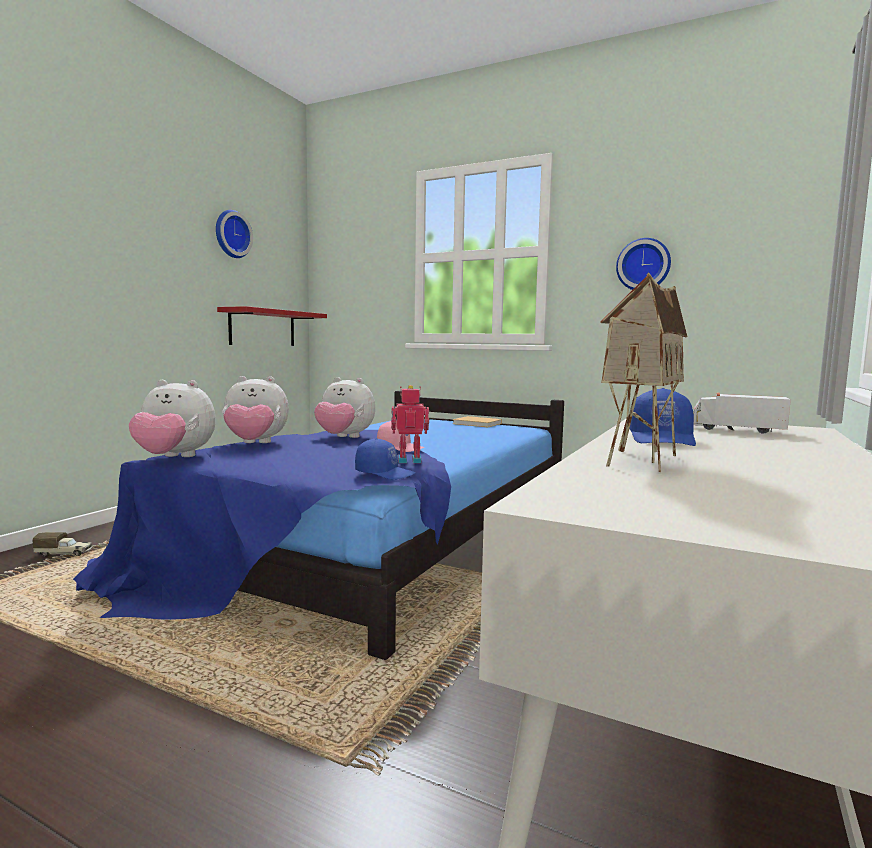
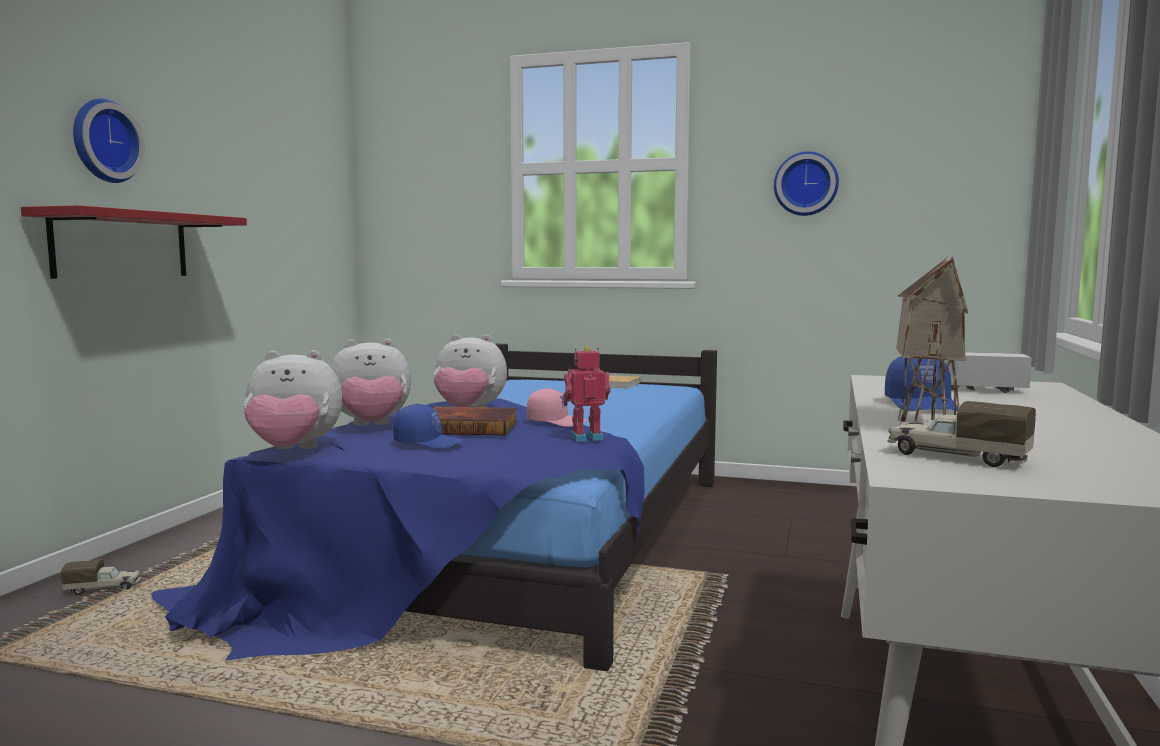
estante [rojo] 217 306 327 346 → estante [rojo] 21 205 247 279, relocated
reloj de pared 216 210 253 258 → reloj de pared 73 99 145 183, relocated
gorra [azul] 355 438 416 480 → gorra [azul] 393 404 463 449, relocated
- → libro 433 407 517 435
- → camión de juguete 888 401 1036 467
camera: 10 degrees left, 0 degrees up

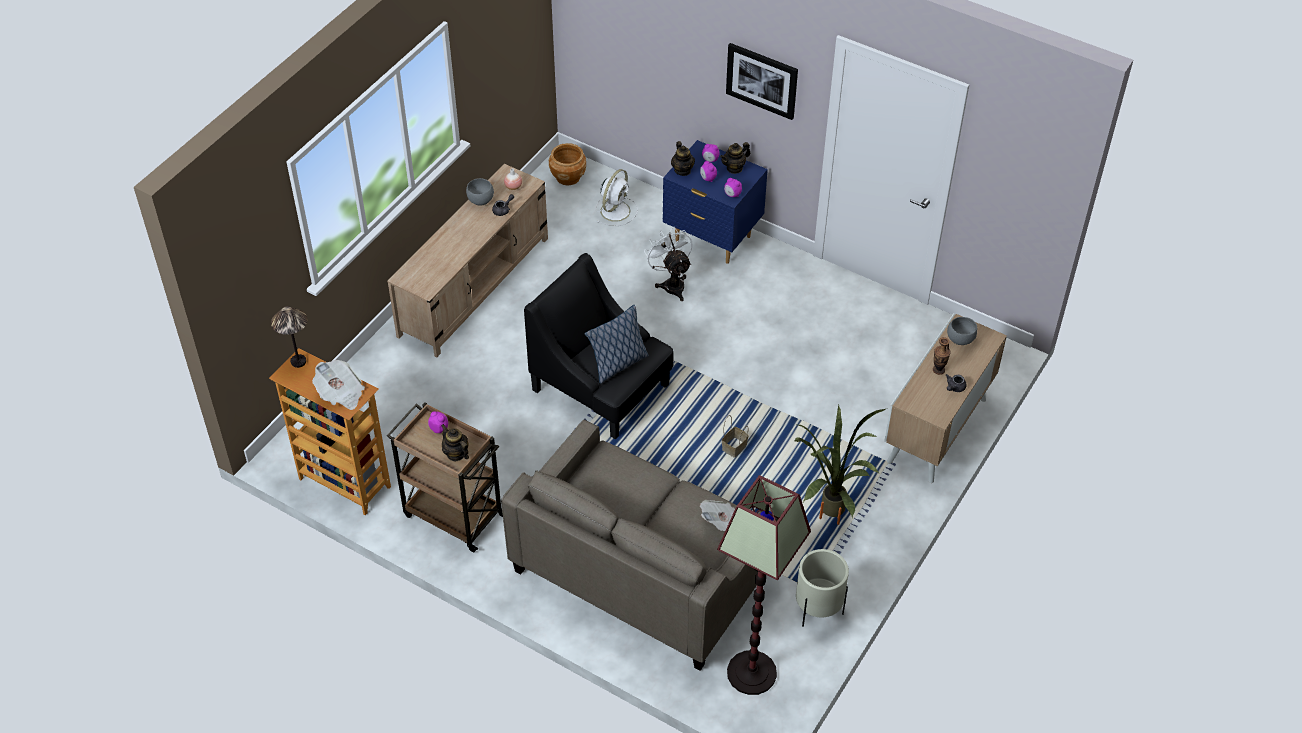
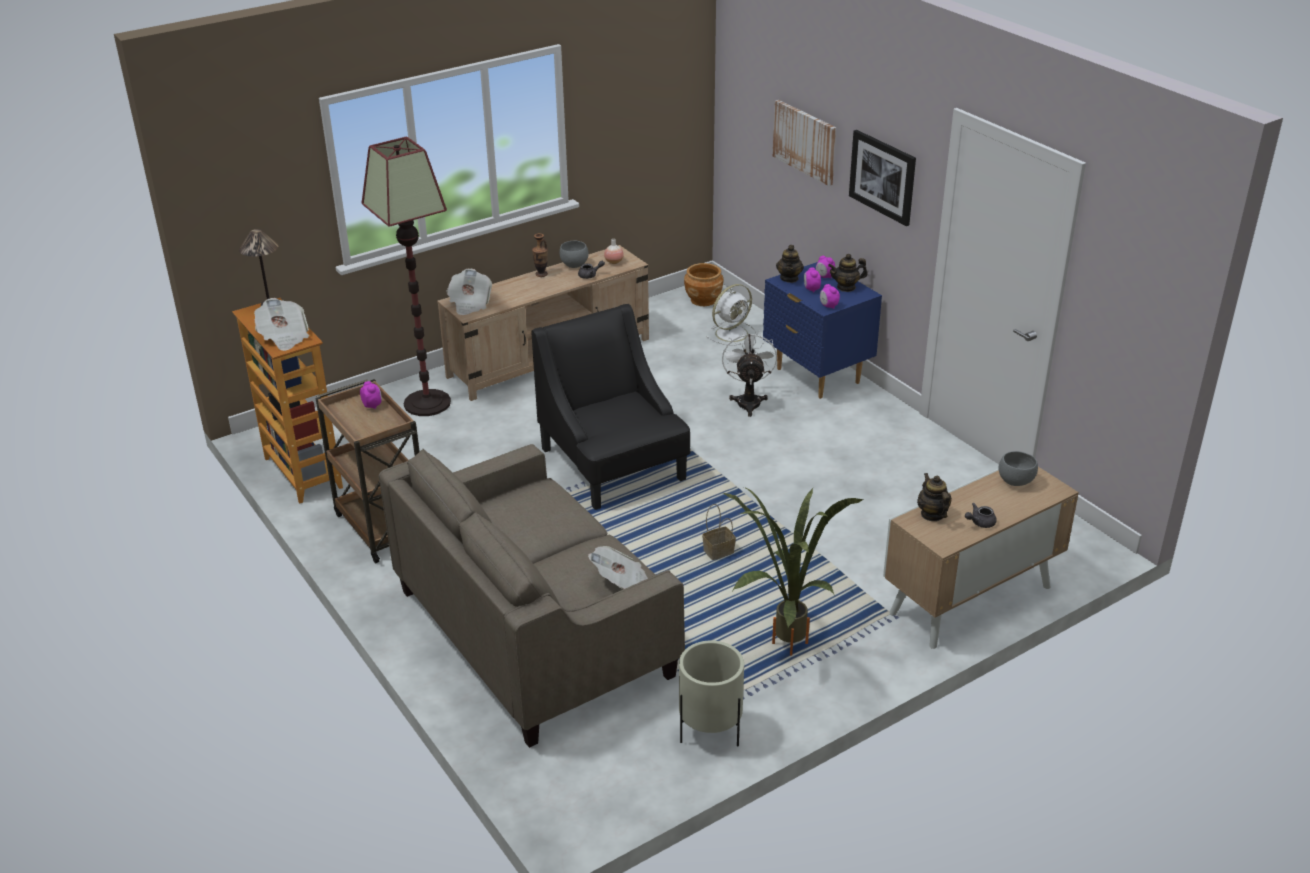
lámpara de pie 717 475 811 695 → lámpara de pie 362 137 451 416, relocated
- → periódico 447 269 492 315
florero 933 337 951 375 → florero 532 233 548 277, relocated
- → cuadro 772 100 836 186
tetera 441 424 469 461 → tetera 917 473 951 521, relocated
cojín 584 305 649 384 → -
camera: 25 degrees right, 15 degrees down

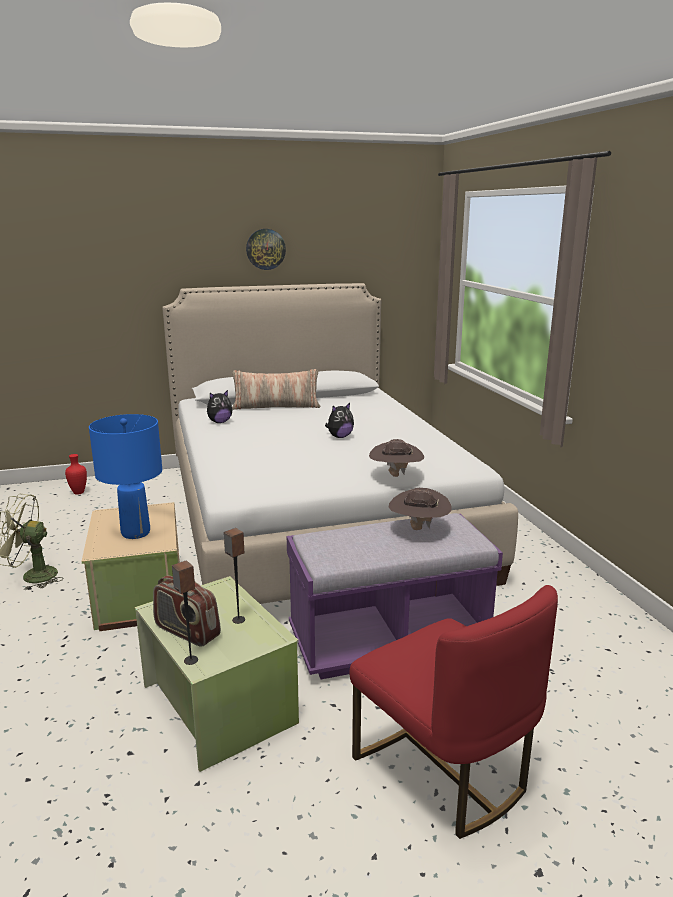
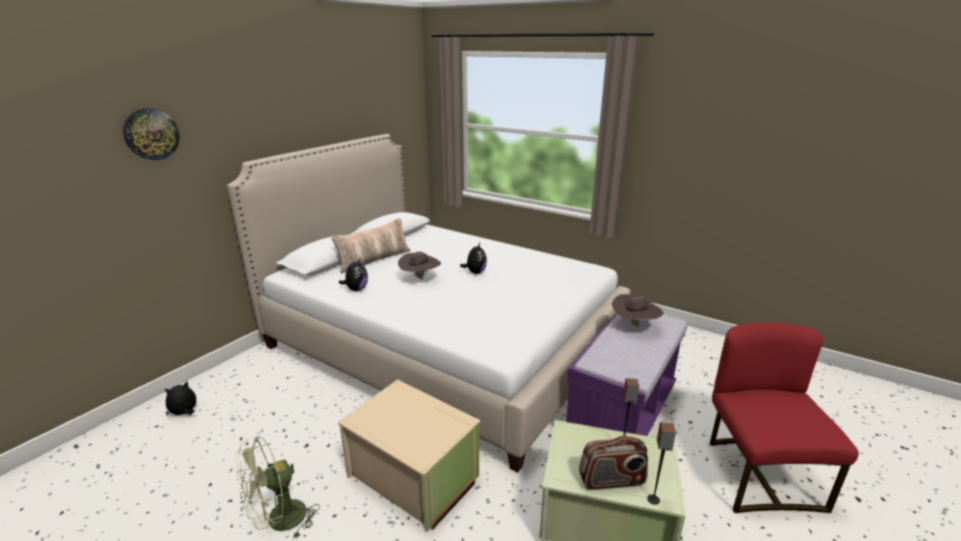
reloj de pared 246 229 286 270 → reloj de pared 123 108 180 160, relocated
florero [rojo] 65 454 87 495 → peluche 165 381 196 417
sombrero [marrón] 369 439 425 477 → sombrero [marrón] 398 252 441 279, relocated
silla [rojo] 350 585 558 839 → silla [rojo] 710 323 859 513, 105 degrees counterclockwise
lámpara de mesa [azul] 89 414 162 539 → -
camera: 40 degrees left, 5 degrees up

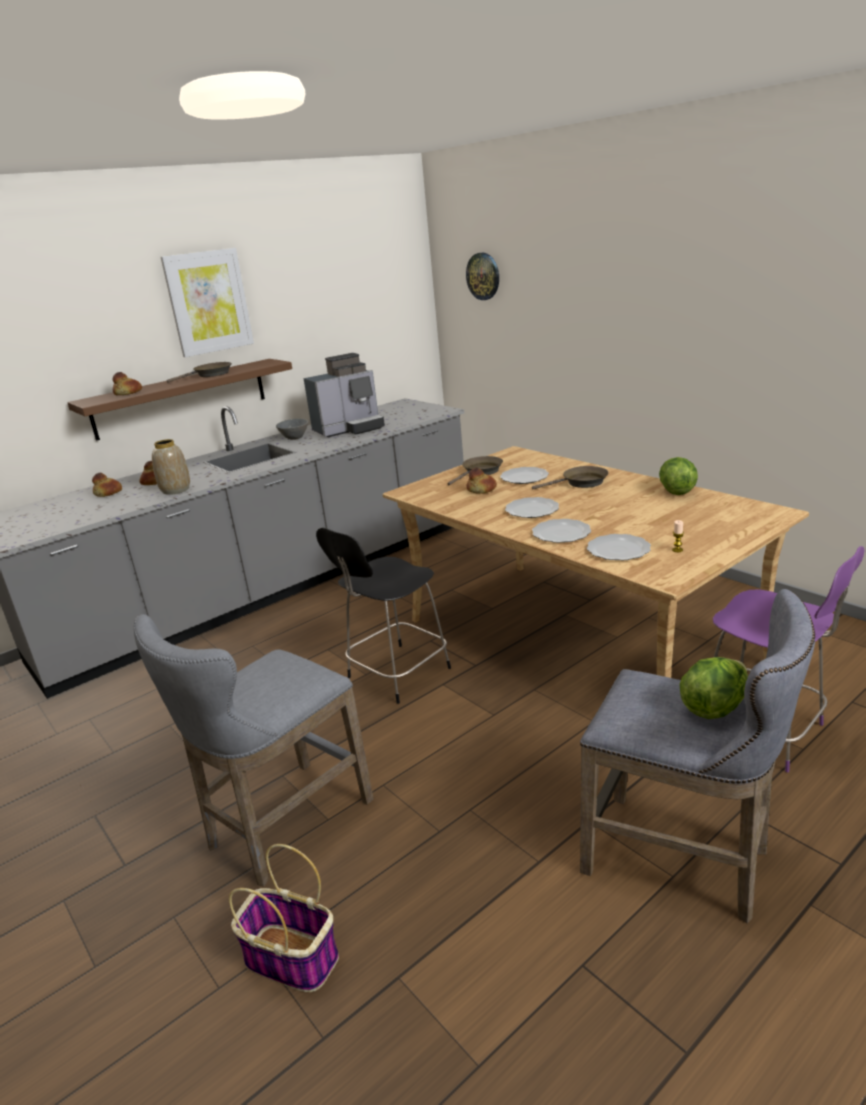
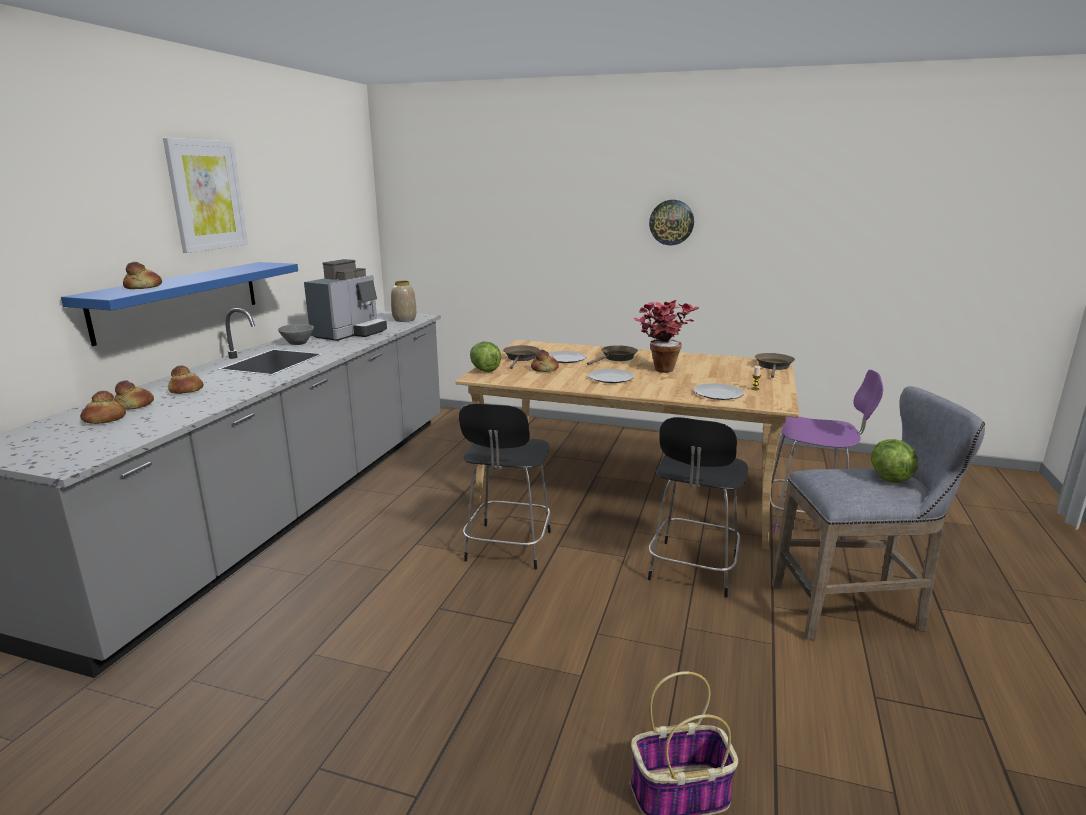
estante [marrón] 67 359 292 441 → estante [azul] 61 262 298 346
- → pan 80 391 126 424
florero 152 439 190 495 → florero 391 281 416 322, relocated
lechuga 659 457 698 495 → lechuga 470 341 501 372, relocated
- → planta en maceta 634 300 699 373
- → silla [negro] 648 417 748 598
reloj de pared 466 253 499 300 → reloj de pared 649 200 694 245, relocated
sartén [marrón] 167 362 232 383 → sartén [marrón] 755 353 795 378, relocated
taburete [gris] 133 614 374 887 → -
plato 532 519 591 543 → -
camera: 35 degrees left, 5 degrees down

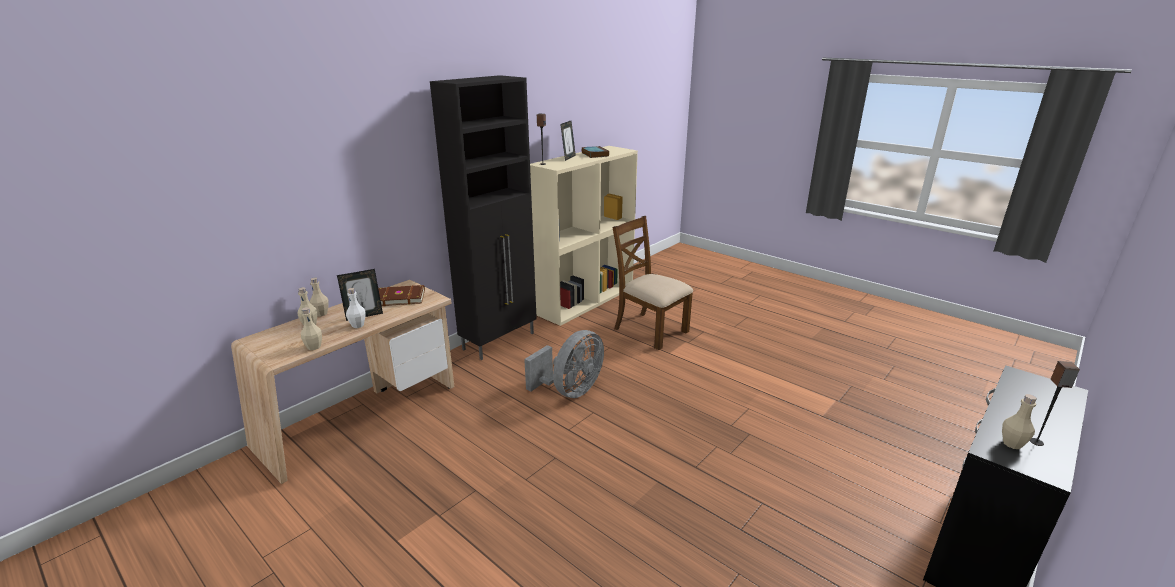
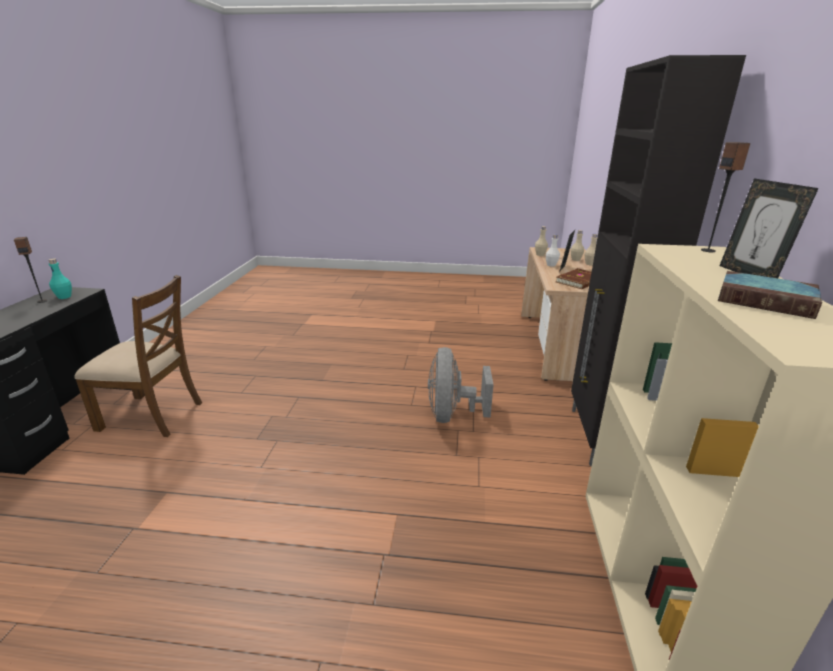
botella [beis] 1002 394 1037 449 → botella [turquesa] 49 258 72 299
silla [marrón] 612 216 693 350 → silla [marrón] 74 275 202 437, relocated
camera: 145 degrees right, 0 degrees up

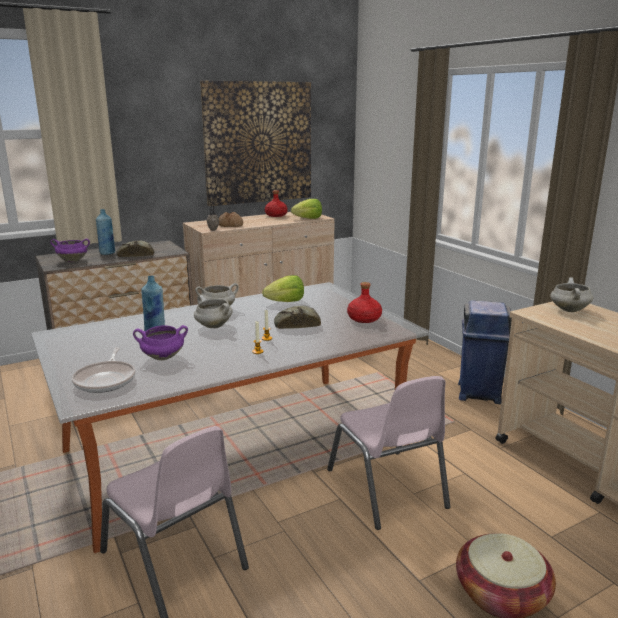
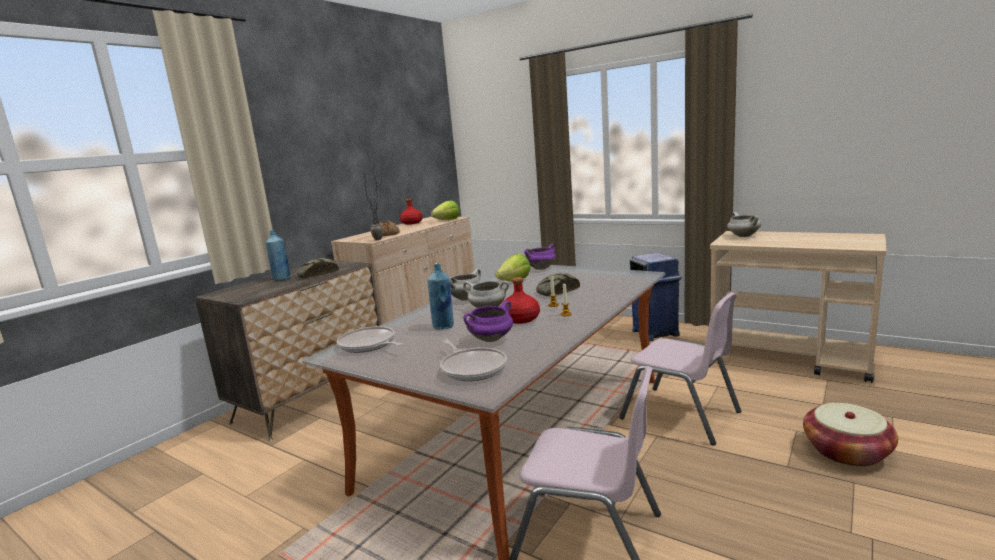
- → sartén 337 326 403 353
botella [rojo] 347 282 382 323 → botella [rojo] 501 277 540 324, relocated
olla [morado] 50 239 90 262 → olla [morado] 524 244 556 270, relocated
cuadro 200 81 311 206 → -
camera: 25 degrees left, 5 degrees down

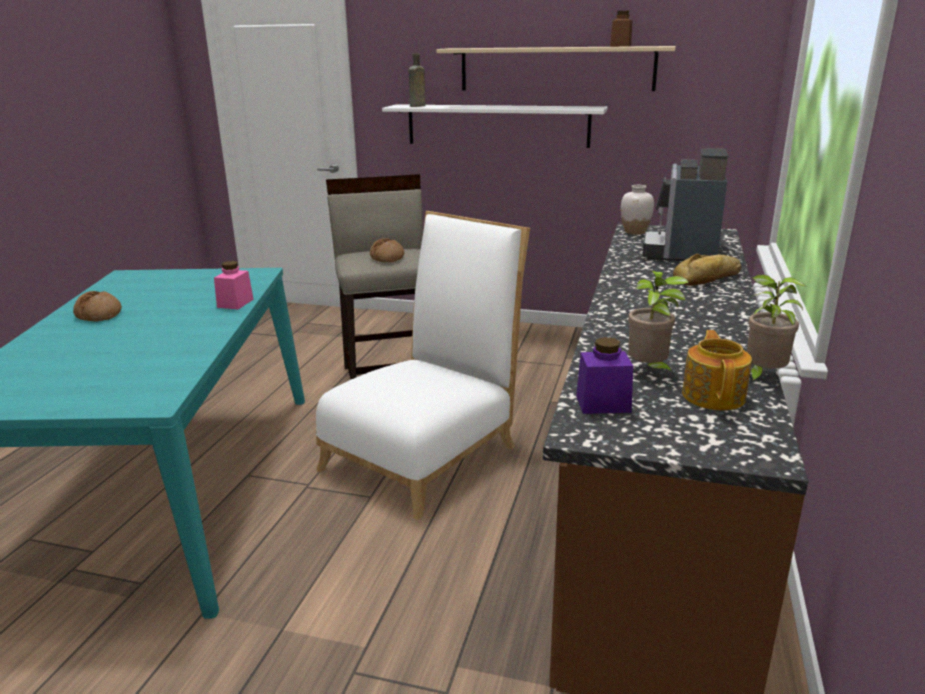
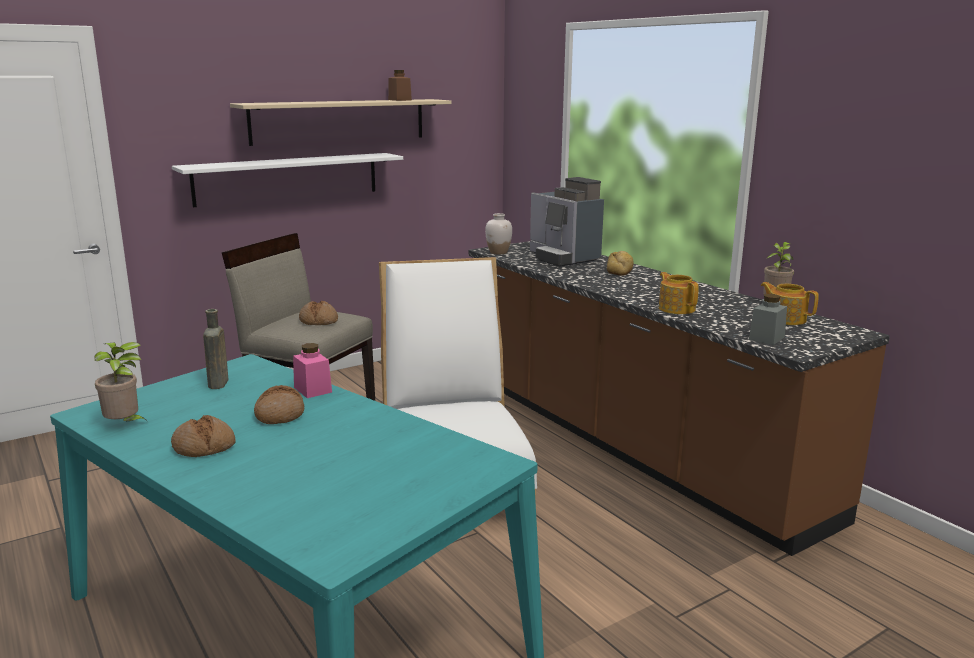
planta en maceta 628 271 688 375 → planta en maceta 95 342 149 423, relocated
botella [marrón] 409 53 425 107 → botella [marrón] 203 309 228 389, relocated
- → pan 254 385 304 424
- → tetera 659 272 699 314
tarro [morado] 576 337 633 414 → tarro [gris] 749 294 787 345
camera: 50 degrees left, 5 degrees down

